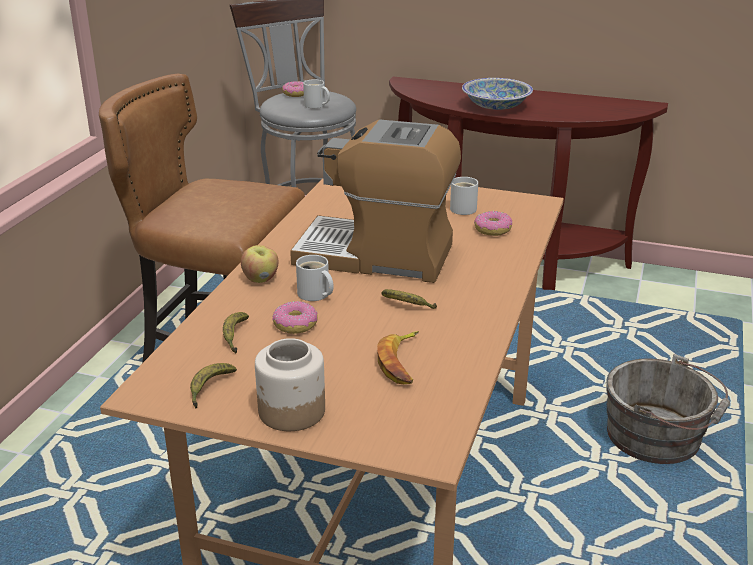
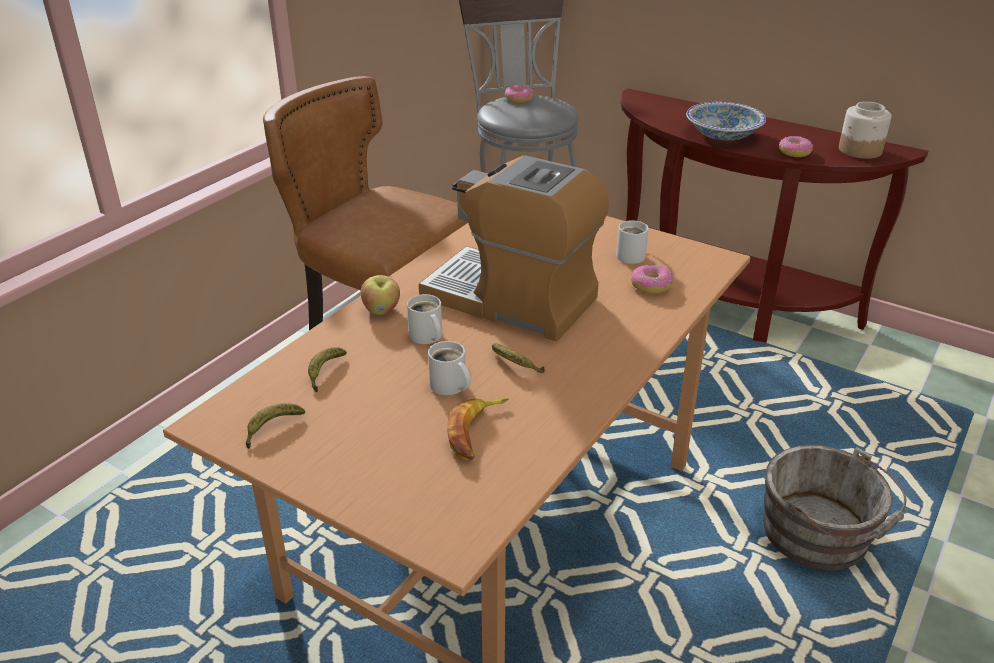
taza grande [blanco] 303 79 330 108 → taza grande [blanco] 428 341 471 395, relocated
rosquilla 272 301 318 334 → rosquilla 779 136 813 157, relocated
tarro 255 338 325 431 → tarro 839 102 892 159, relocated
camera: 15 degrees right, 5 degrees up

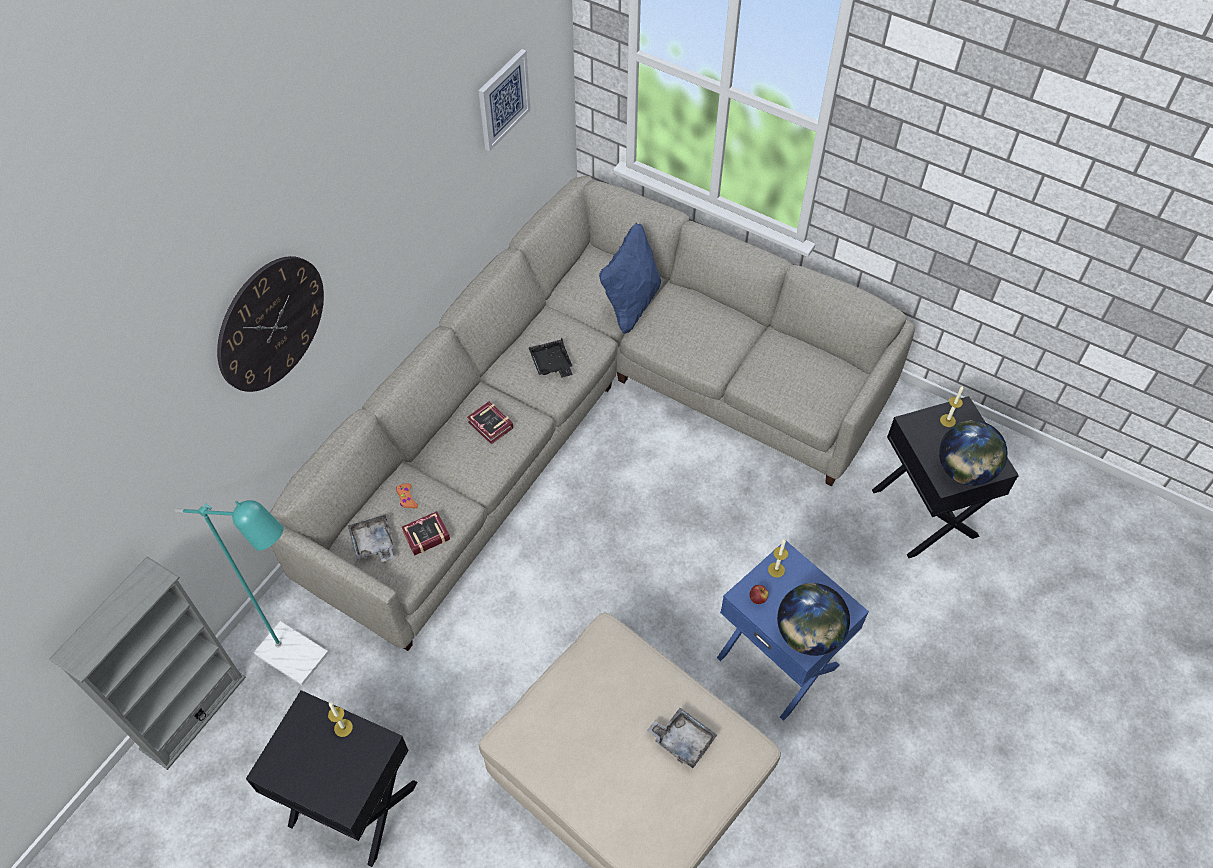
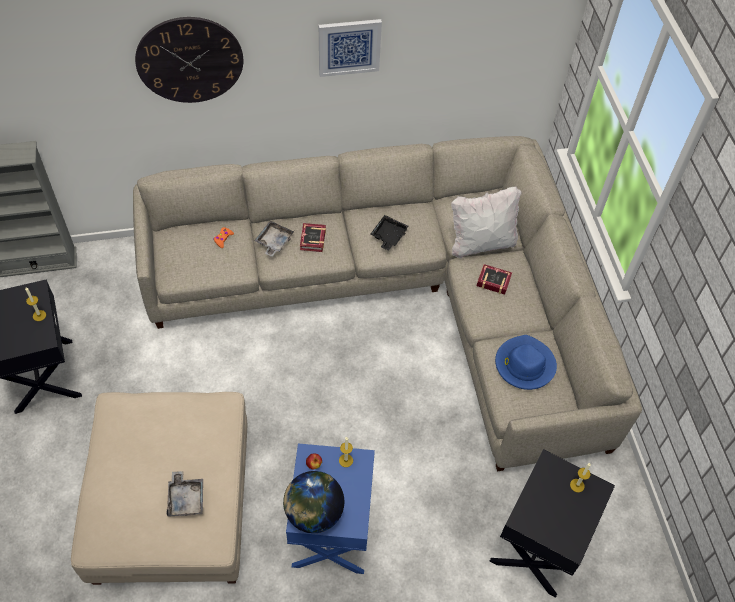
bandeja [gris] 348 514 395 562 → bandeja [gris] 254 221 294 257, relocated
cuadro 479 49 531 151 → cuadro 319 19 382 77, relocated
cojín [azul] 599 222 661 334 → cojín [blanco] 451 187 522 258
libro 401 511 450 556 → libro 477 264 512 295, relocated
- → sombrero [azul] 495 335 557 390
lámpara de pie [turquesa] 175 500 328 685 → -
globo terráqueo 939 420 1007 486 → -
camera: 45 degrees right, 0 degrees up

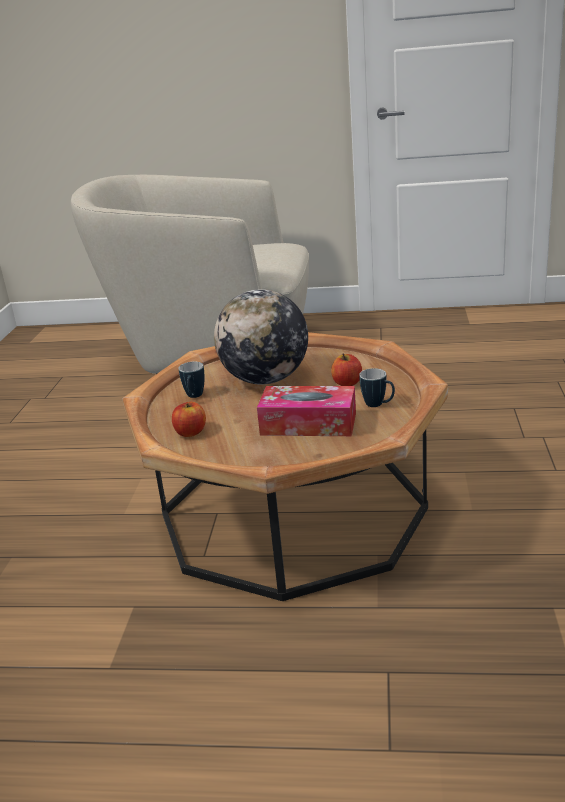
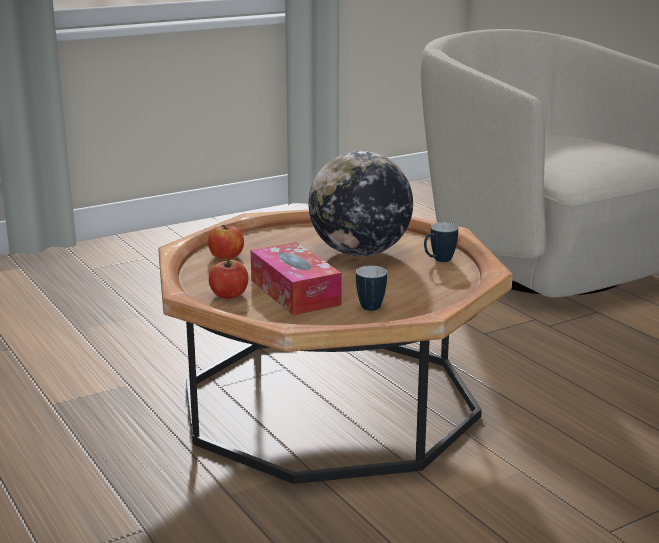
manzana 331 353 362 386 → manzana 209 258 248 299, relocated
taza grande 178 362 205 398 → taza grande 424 222 458 262, relocated
camera: 50 degrees right, 5 degrees down

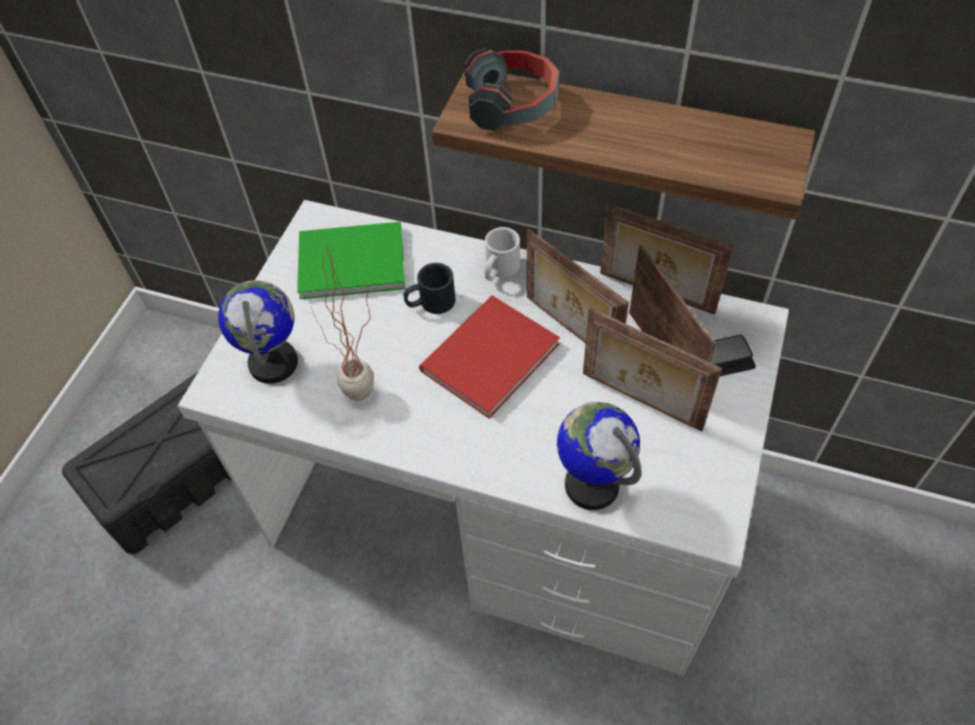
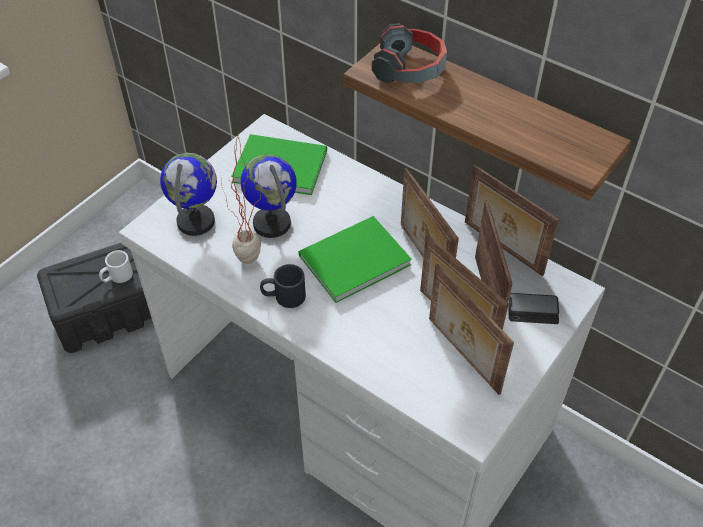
taza grande [blanco] 485 227 520 281 → taza grande [blanco] 99 250 133 283, relocated
globo terráqueo 557 402 642 510 → globo terráqueo 241 154 297 238, relocated
taza grande [negro] 404 263 456 314 → taza grande [negro] 260 264 306 308, relocated
libro [rojo] 419 295 560 418 → libro [verde] 298 216 412 303
- → portarretratos 429 264 514 395
camera: 15 degrees right, 5 degrees down

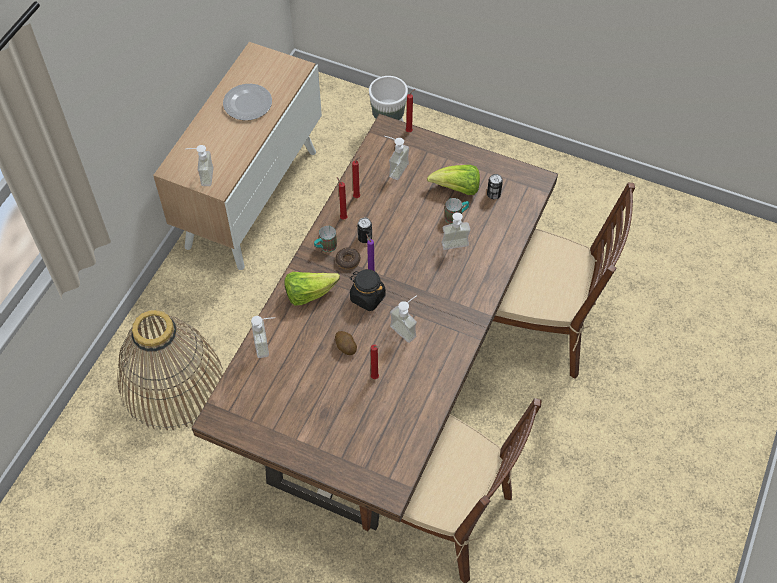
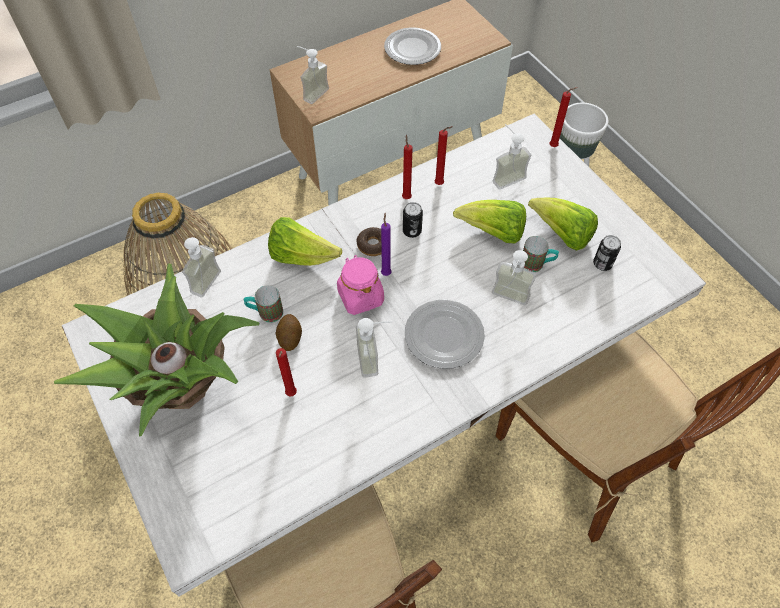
- → planta en maceta 54 264 259 437
mesa de comedor [marrón] 191 114 558 530 → mesa de comedor [blanco] 62 113 706 597
taza grande 314 226 337 252 → taza grande 244 285 283 323, relocated
tarro [negro] 349 269 386 311 → tarro [rosa] 337 255 384 315
- → plato 405 300 485 369
- → lechuga 453 200 526 244
camera: 35 degrees right, 0 degrees up

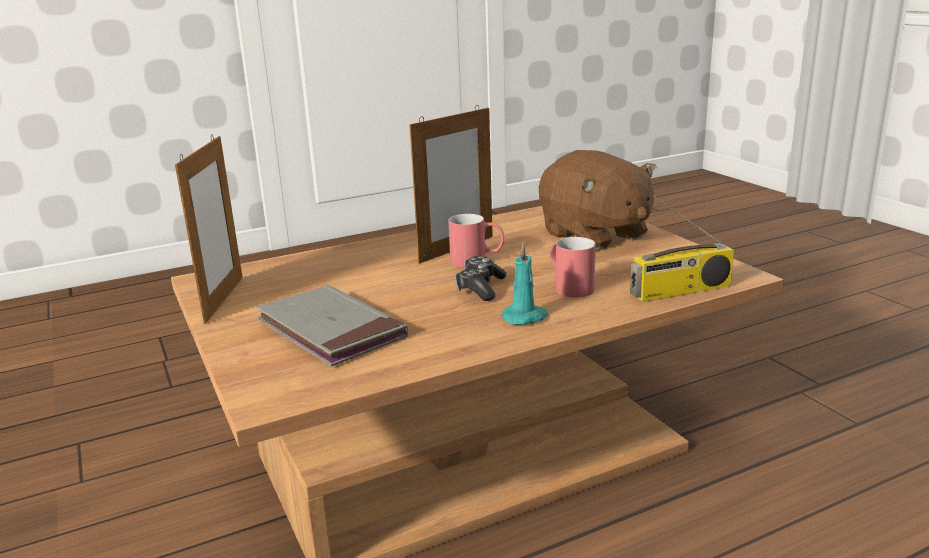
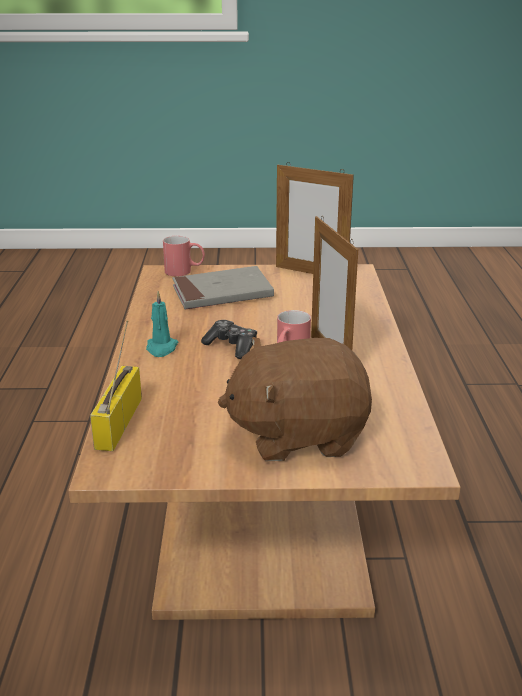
taza grande [rojo] 550 237 596 298 → taza grande [rojo] 163 236 205 276, relocated
camera: 115 degrees right, 5 degrees up

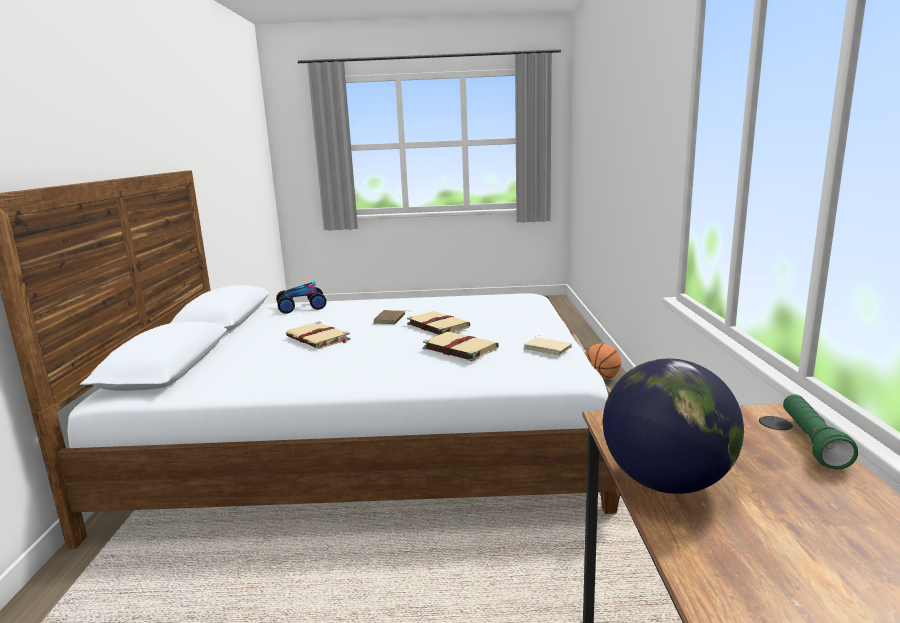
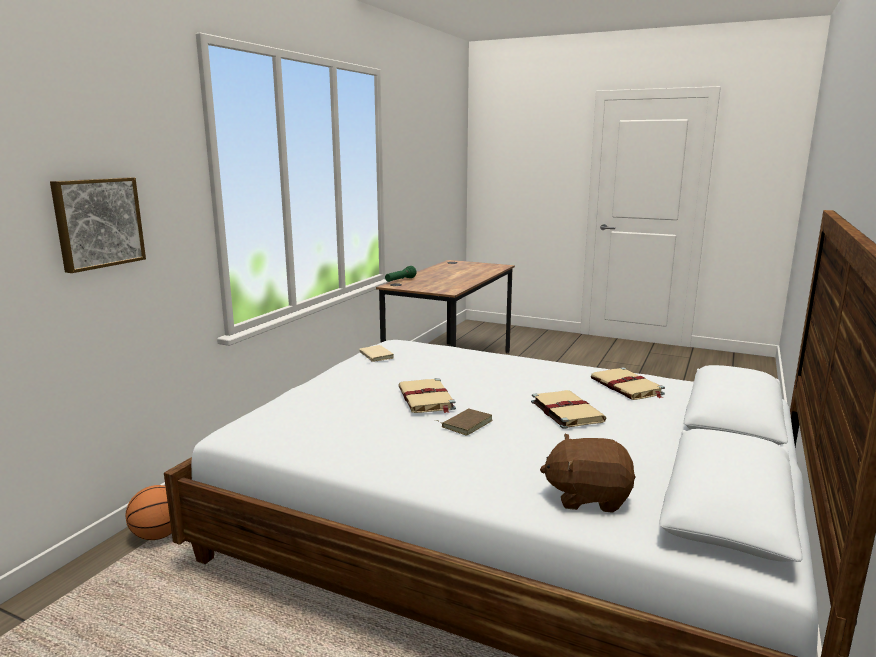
- → cuadro 50 177 146 273
coche de juguete 276 281 327 314 → peluche [marrón] 540 434 636 513
libro [beis] 423 332 499 361 → libro [beis] 591 367 665 400, relocated
globo terráqueo 603 358 744 494 → -
camera: 155 degrees left, 0 degrees up

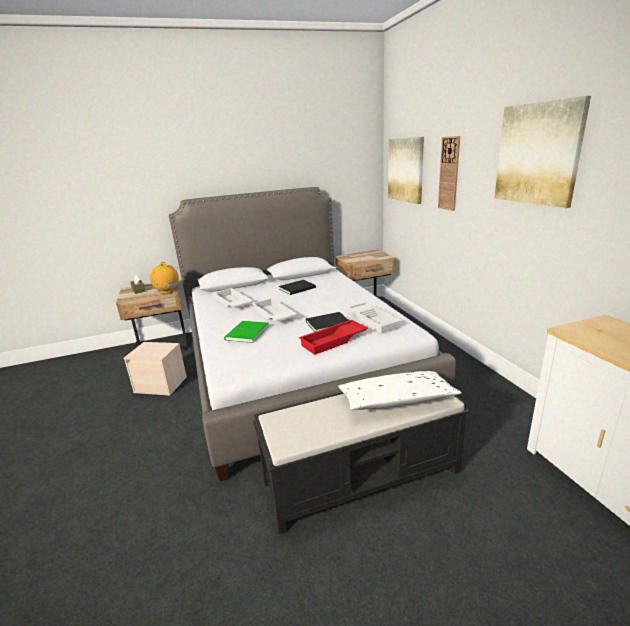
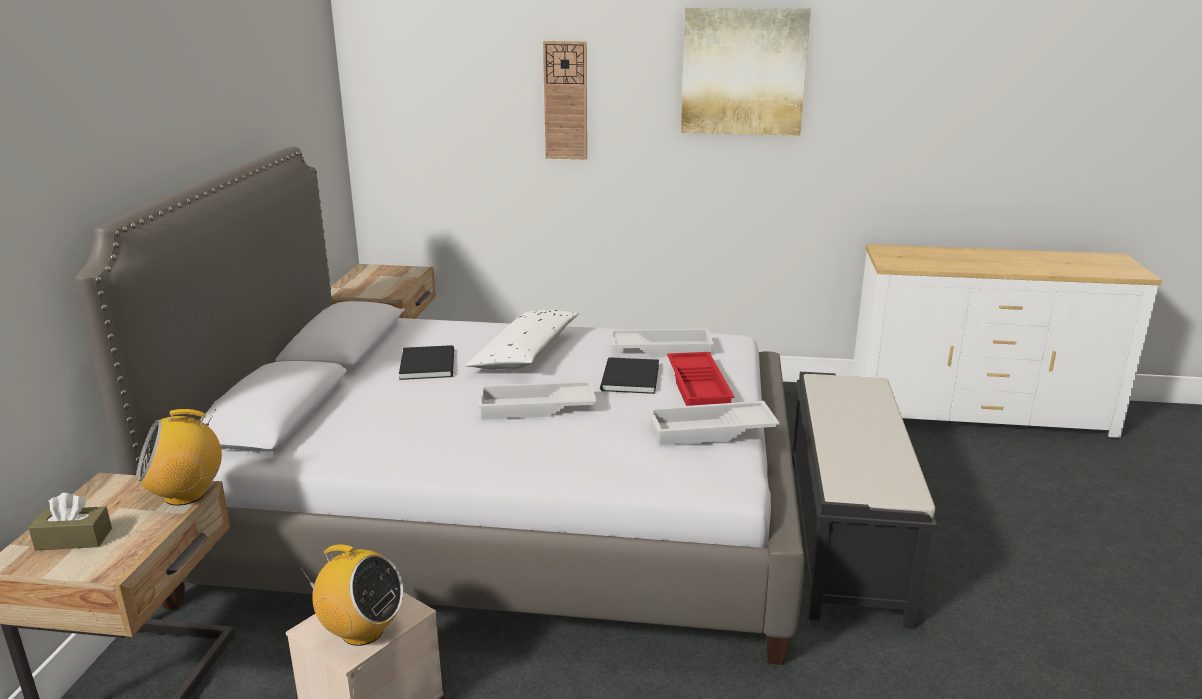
- → radio 300 544 403 646
cojín [blanco] 338 371 462 410 → cojín [blanco] 465 310 579 369, relocated
bandeja [blanco] 213 288 253 308 → bandeja [blanco] 648 401 780 445, relocated
libro [verde] 224 321 269 343 → -
cuadro 388 137 424 204 → -
camera: 65 degrees left, 0 degrees up

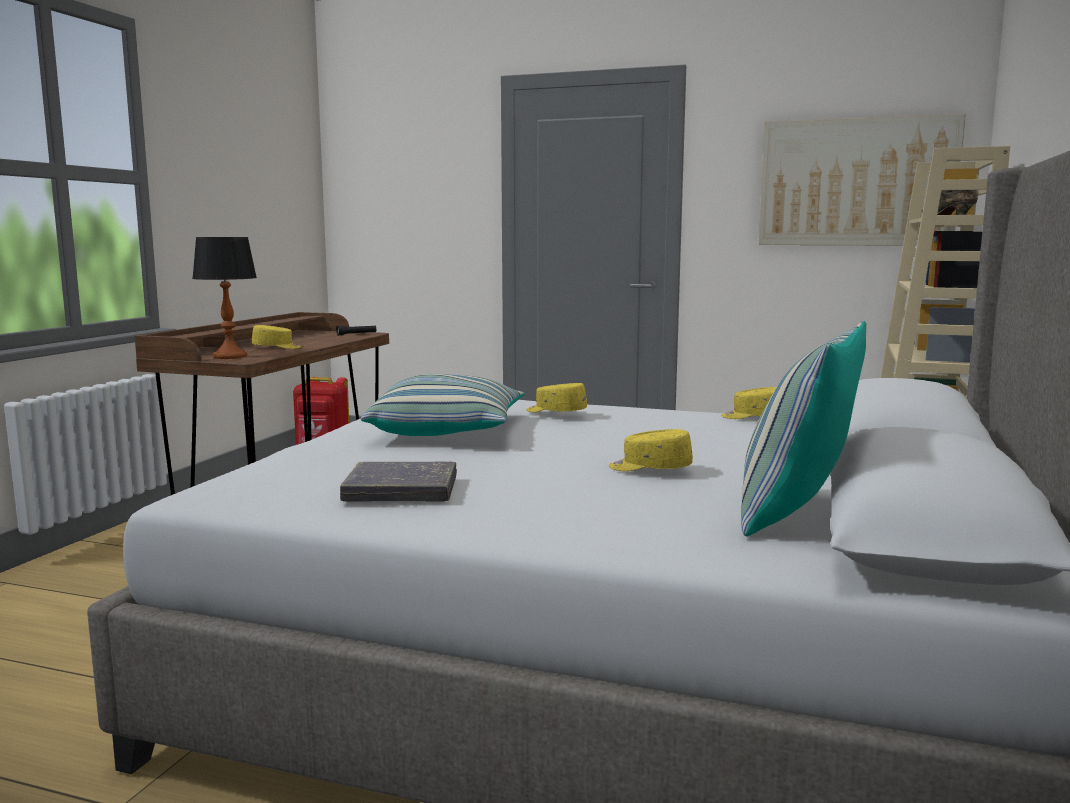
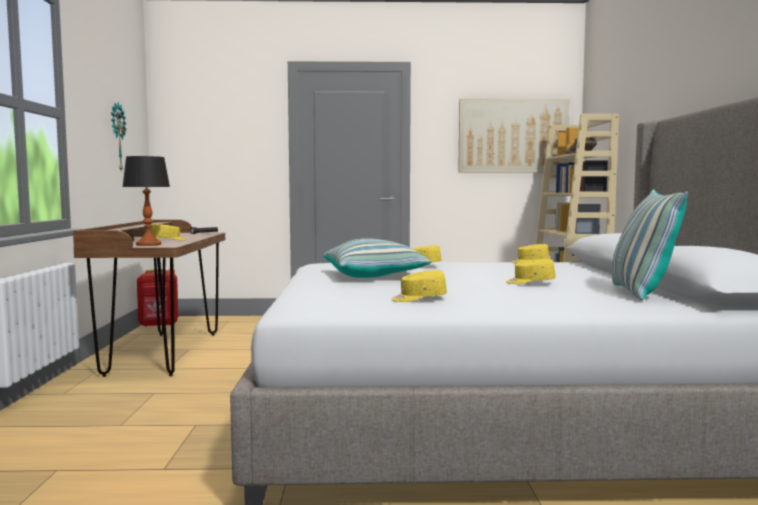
- → reloj de pared 111 102 126 170
libro [gris] 340 462 457 502 → gorra [amarillo] 391 270 447 302
camera: 20 degrees left, 5 degrees down

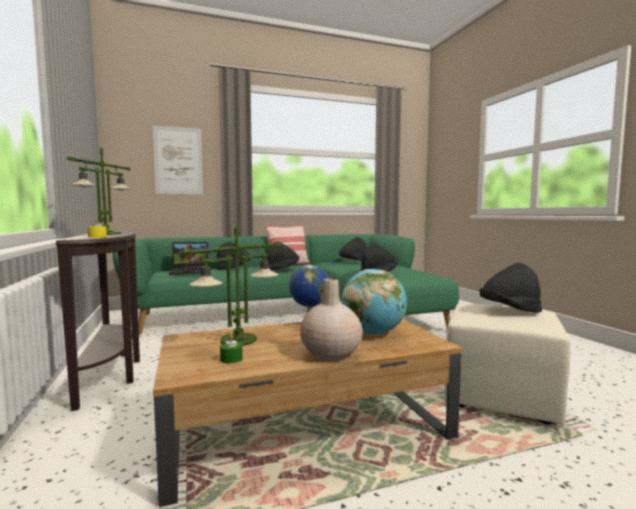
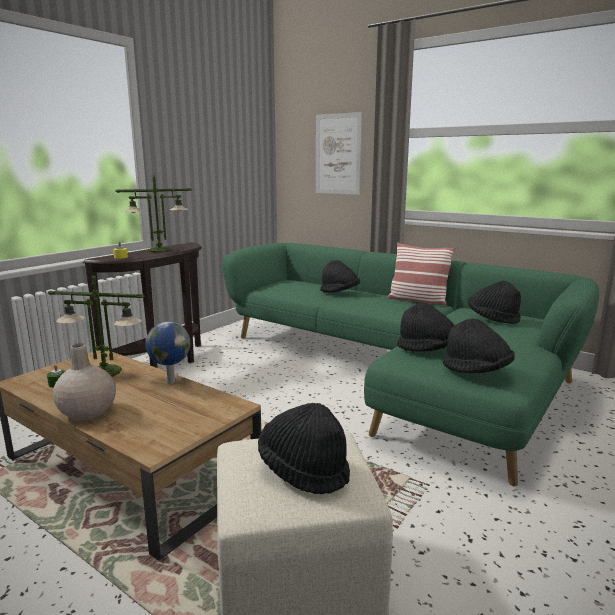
sombrero [negro] 266 242 299 270 → sombrero [negro] 443 319 515 373, relocated
portátil 169 242 208 275 → -
globo terráqueo 341 269 407 335 → -
camera: 55 degrees right, 10 degrees up

